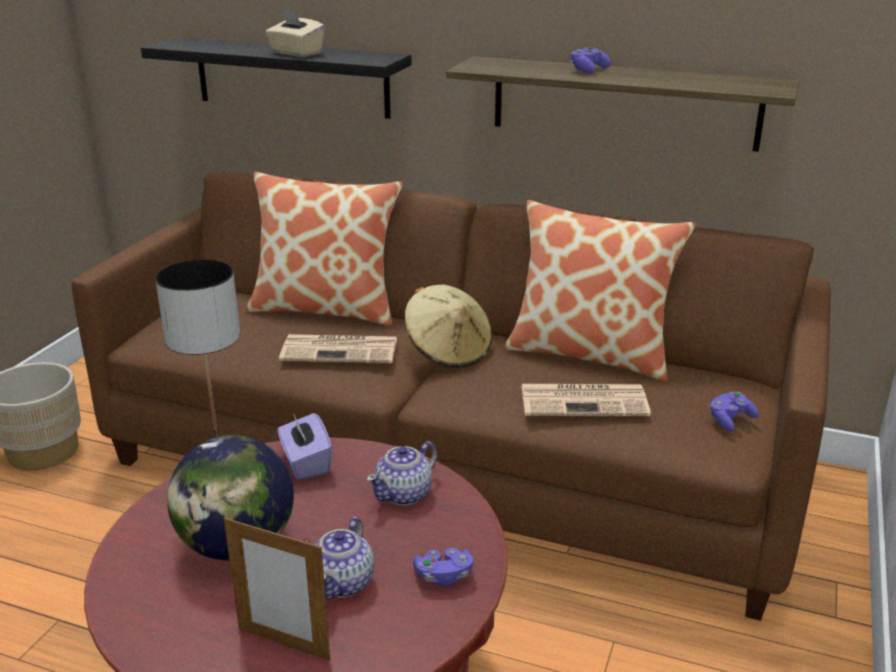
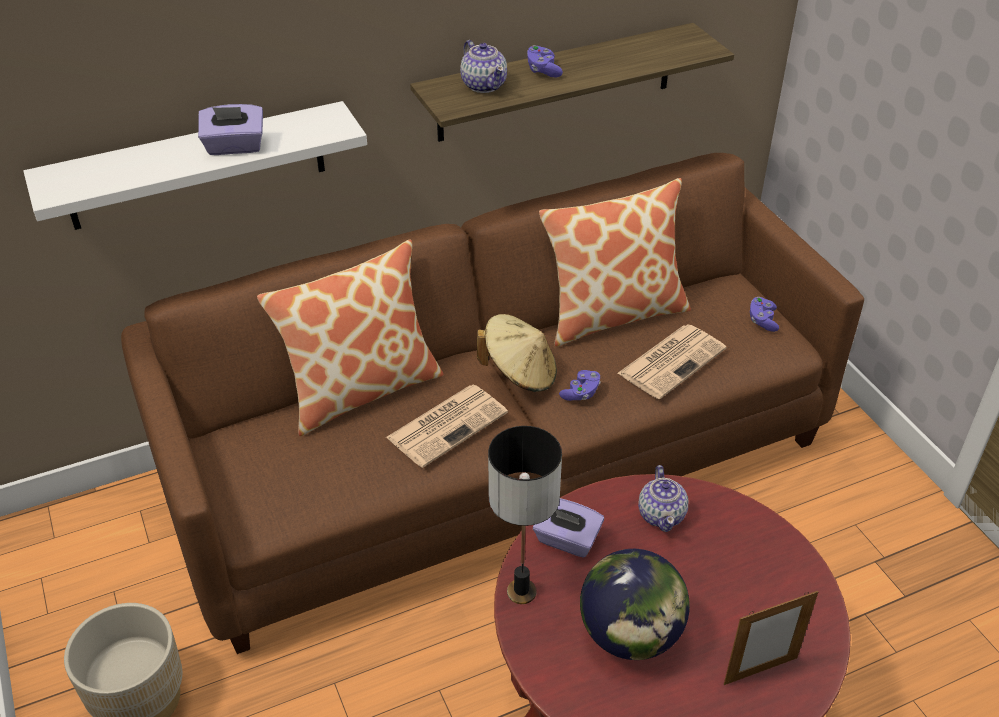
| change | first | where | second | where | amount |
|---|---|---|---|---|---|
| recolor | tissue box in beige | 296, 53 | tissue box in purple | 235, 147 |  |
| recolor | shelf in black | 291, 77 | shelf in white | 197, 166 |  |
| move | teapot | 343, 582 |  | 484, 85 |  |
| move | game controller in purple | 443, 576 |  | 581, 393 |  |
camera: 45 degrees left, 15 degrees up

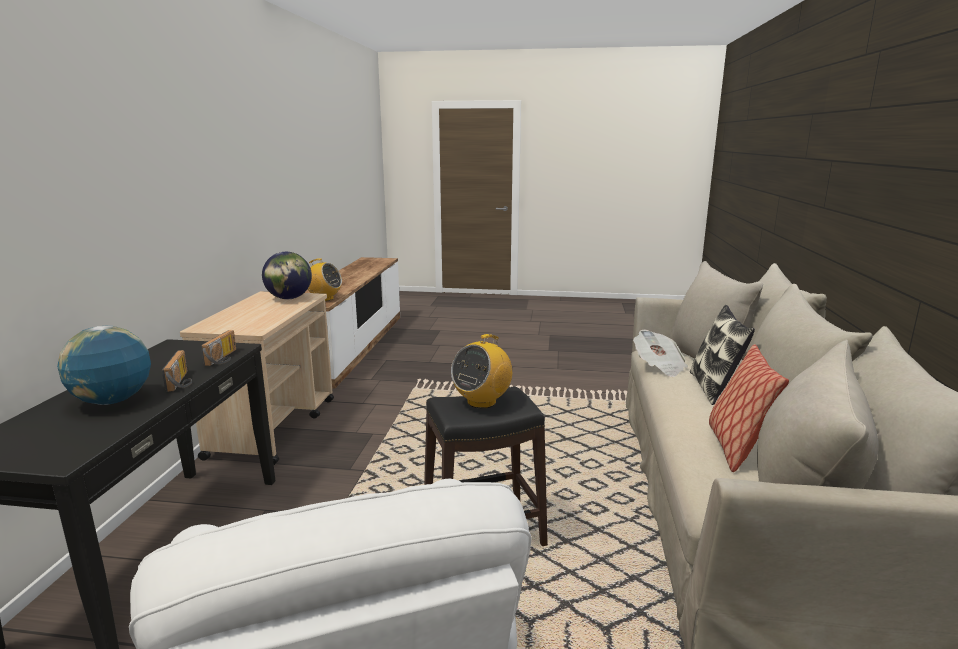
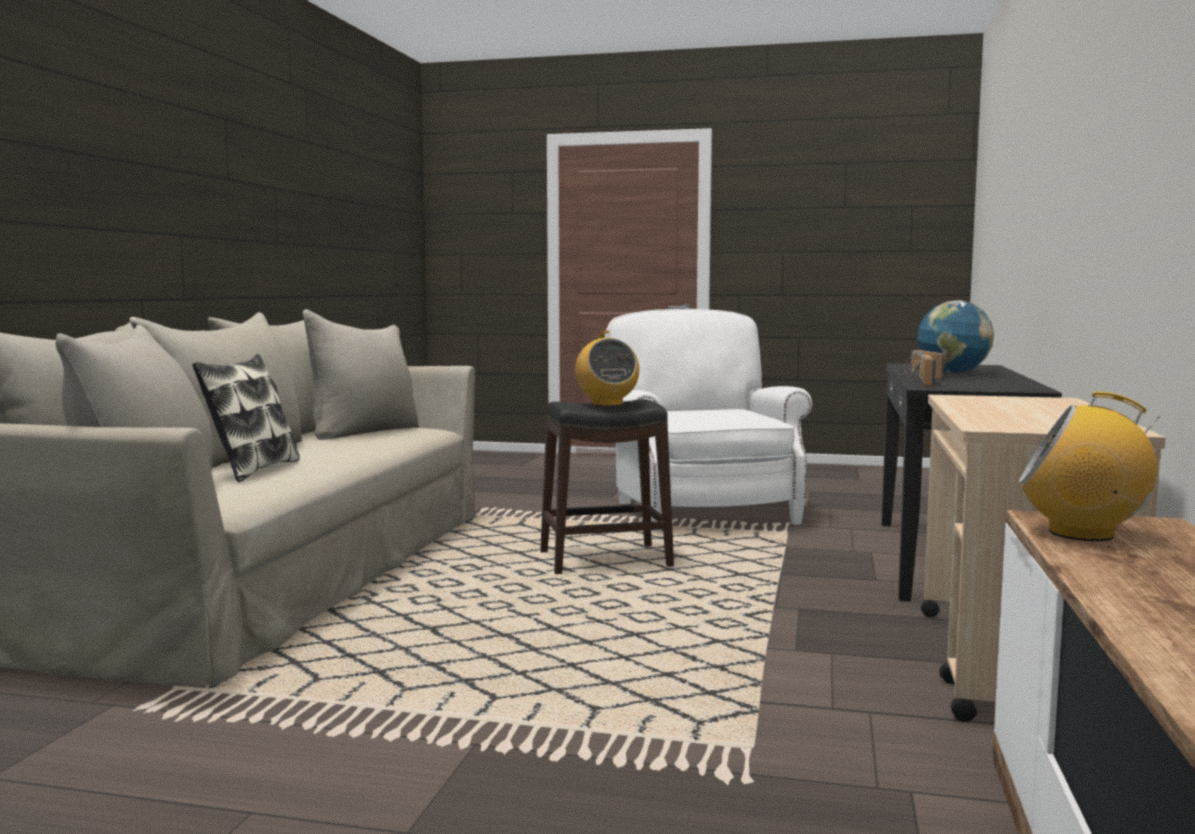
| change | first | where | second | where | amount |
|---|---|---|---|---|---|
| delete | globe | 289, 298 |  |  |  |
| delete | newspaper | 659, 367 |  |  |  |
| rotate | radio | 482, 402 |  | 606, 404 | 120 degrees clockwise |
| delete | pillow | 735, 448 |  |  |  |
camera: 175 degrees left, 10 degrees down

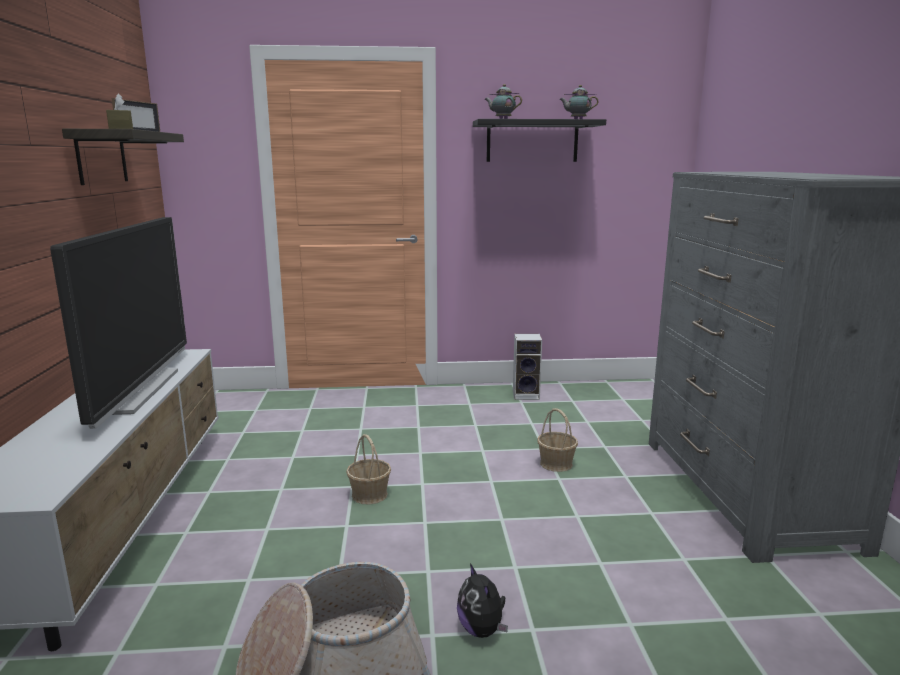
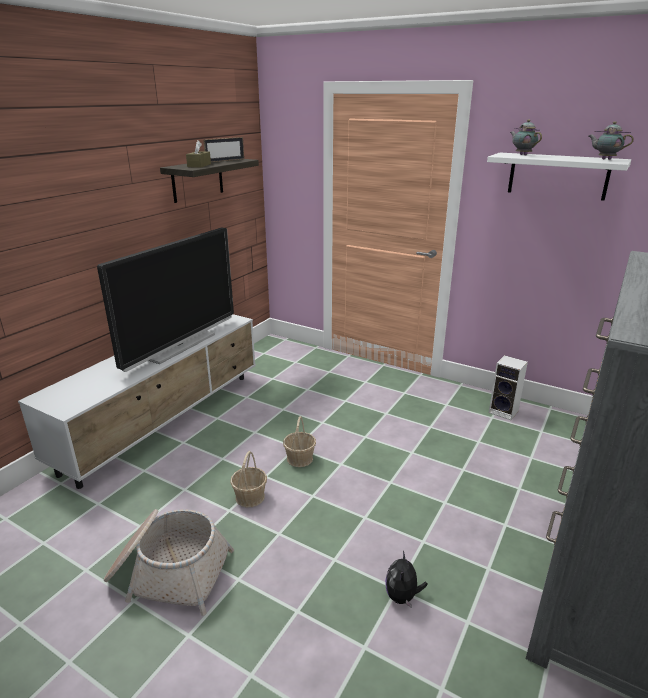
| change | first | where | second | where | amount |
|---|---|---|---|---|---|
| recolor | shelf in black | 532, 141 | shelf in white | 558, 176 |  |
| move | basket | 556, 463 |  | 250, 497 |  |
| move | plush toy | 482, 629 |  | 402, 596 |  |
camera: 35 degrees right, 10 degrees up

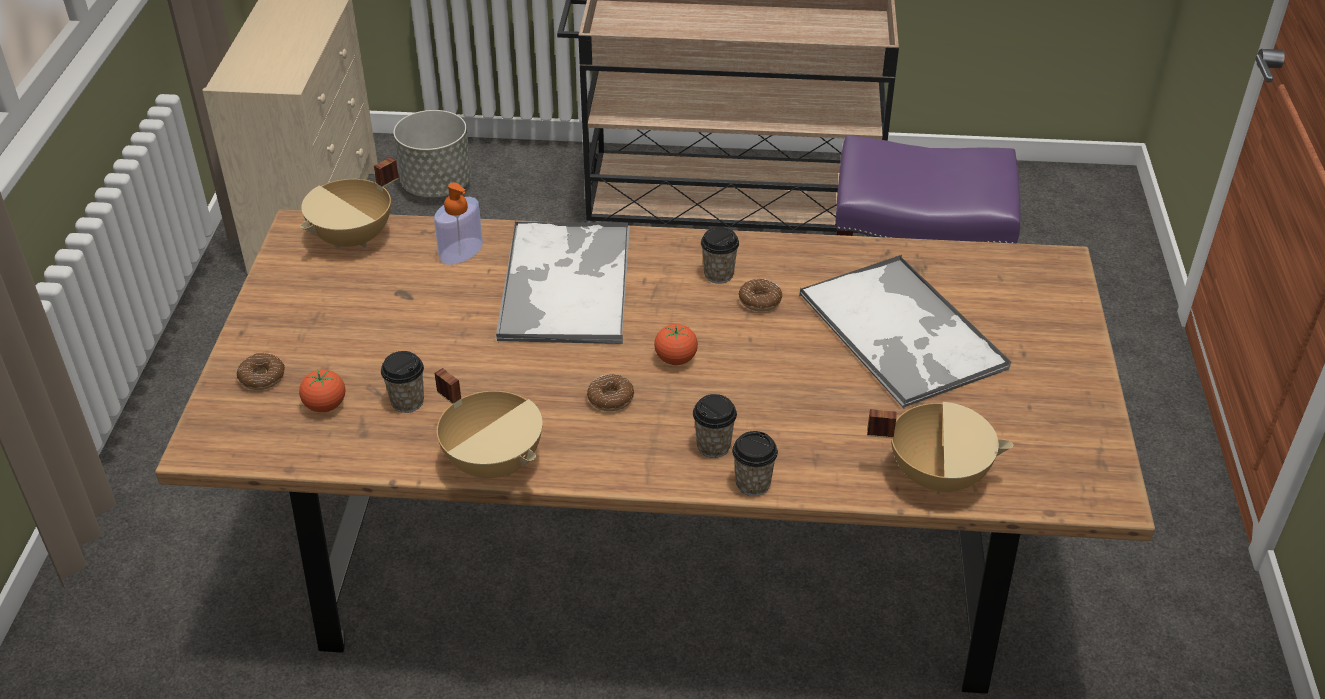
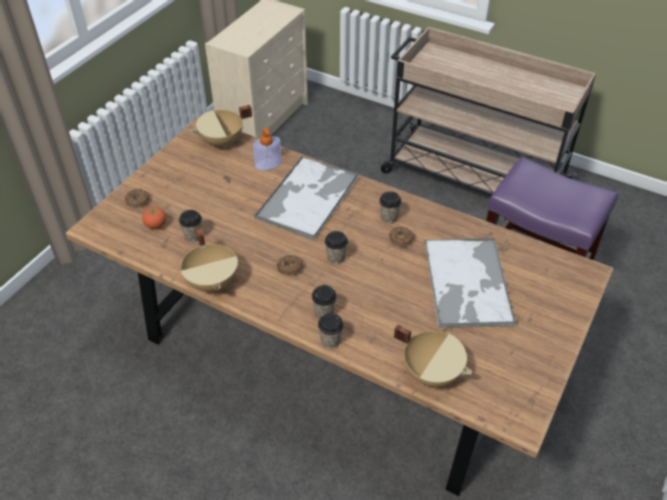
| change | first | where | second | where | amount |
|---|---|---|---|---|---|
| delete | planter in grey | 437, 186 |  |  |  |
| replace | tomato | 675, 359 | cup | 336, 257 |  |
camera: 25 degrees right, 5 degrees up

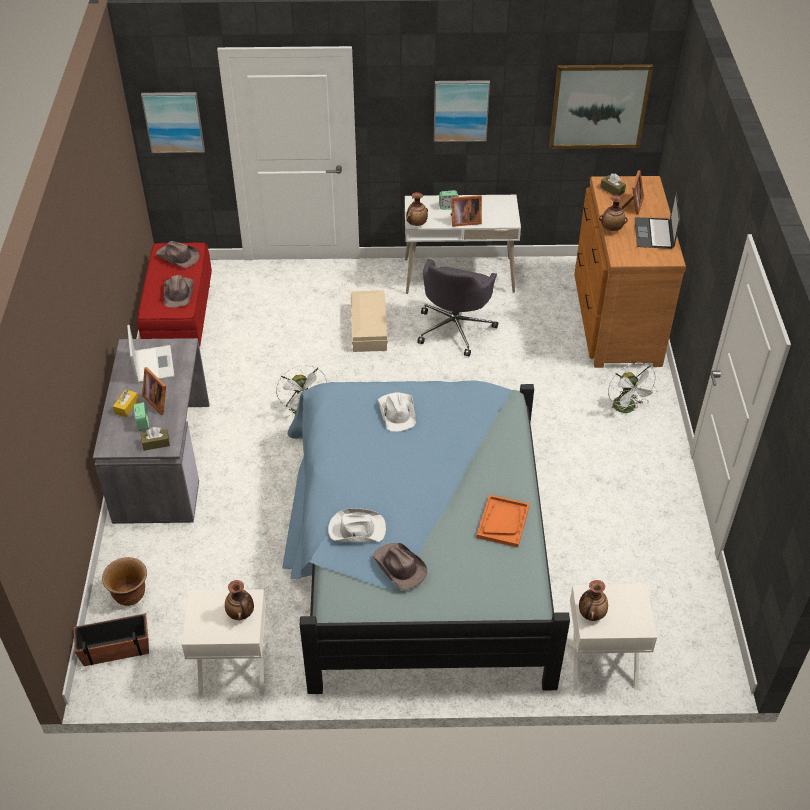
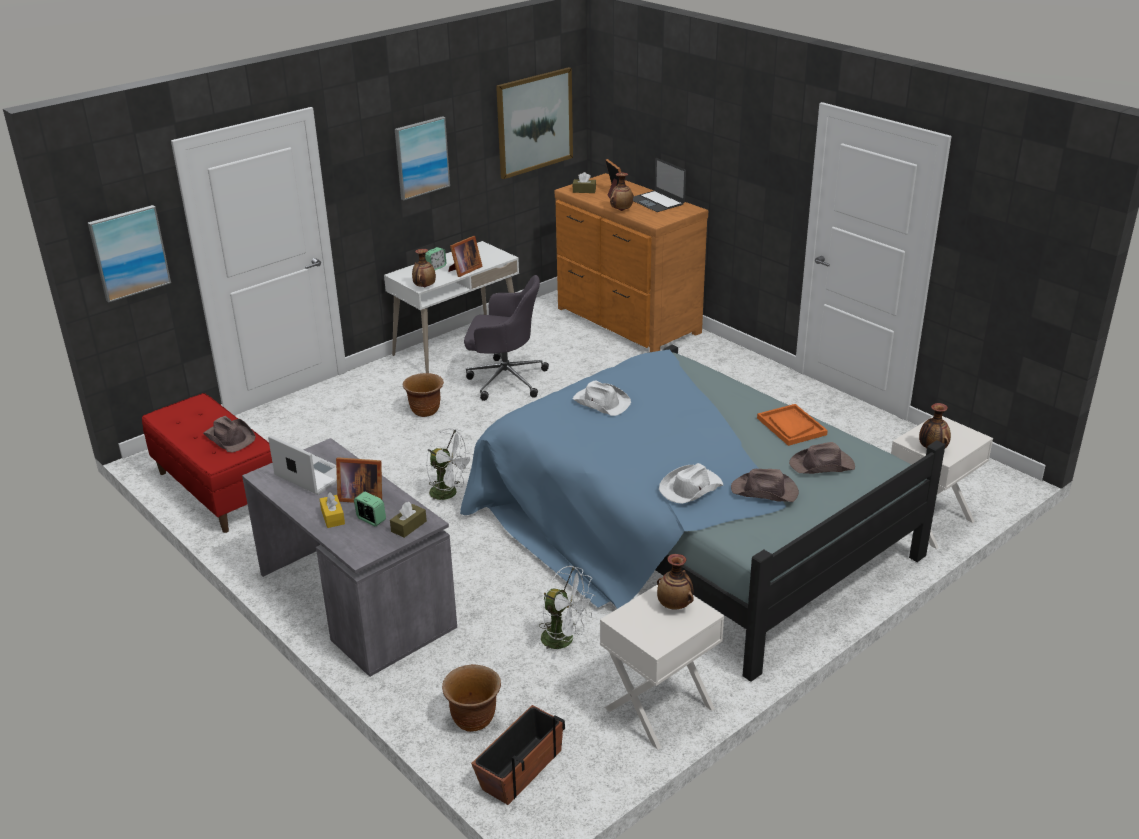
| change | first | where | second | where | amount |
|---|---|---|---|---|---|
| move | hat in brown | 178, 257 |  | 822, 465 |  |
| rotate | office chair in grey | 455, 328 |  | 505, 379 | 60 degrees counterclockwise |
| replace | storage box in beige | 369, 327 | planter in brown | 425, 411 |  |
| move | fan in white | 627, 408 |  | 564, 640 |  |
camera: 40 degrees left, 15 degrees down

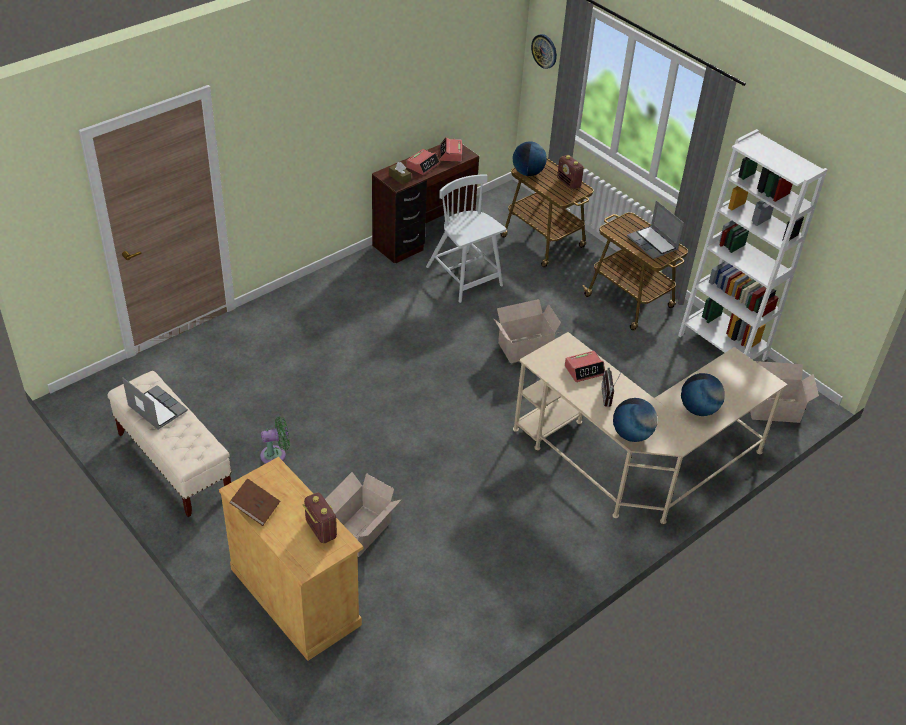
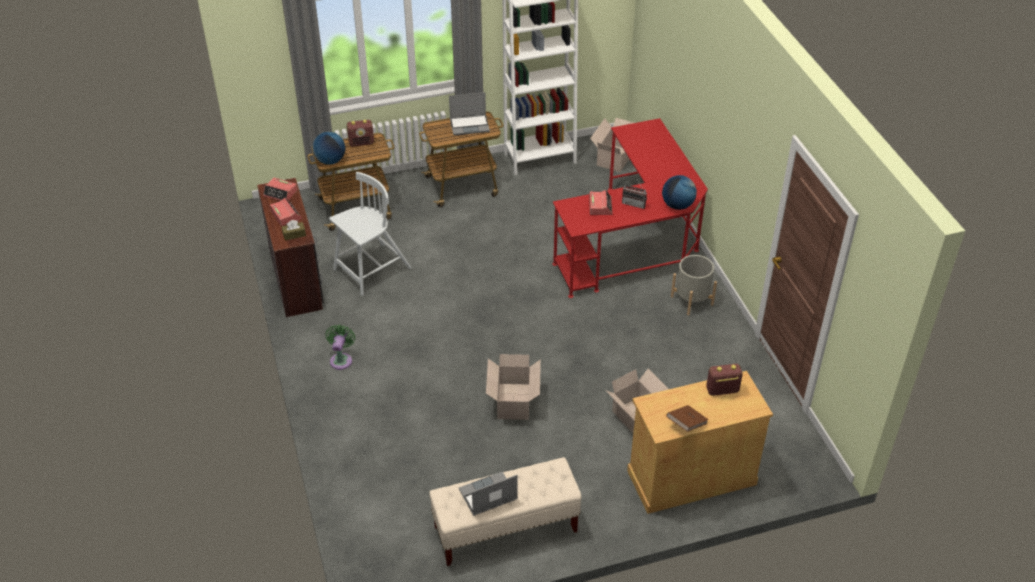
| change | first | where | second | where | amount |
|---|---|---|---|---|---|
| delete | wall clock | 544, 51 |  |  |  |
| rotate | chair in white | 465, 277 |  | 371, 270 | 150 degrees clockwise |
| move | cardboard box | 523, 348 |  | 513, 403 |  |
| recolor | desk in beige | 637, 461 | desk in red | 634, 242 |  |
| delete | globe | 698, 409 |  |  |  |
| move | fan in green | 276, 455 |  | 341, 359 |  |
| insert |  |  | planter in grey | 692, 300 |  |
camera: 65 degrees left, 0 degrees up

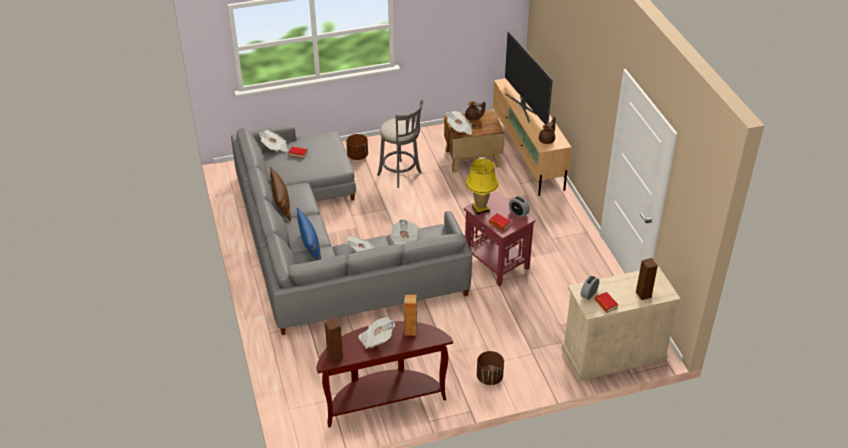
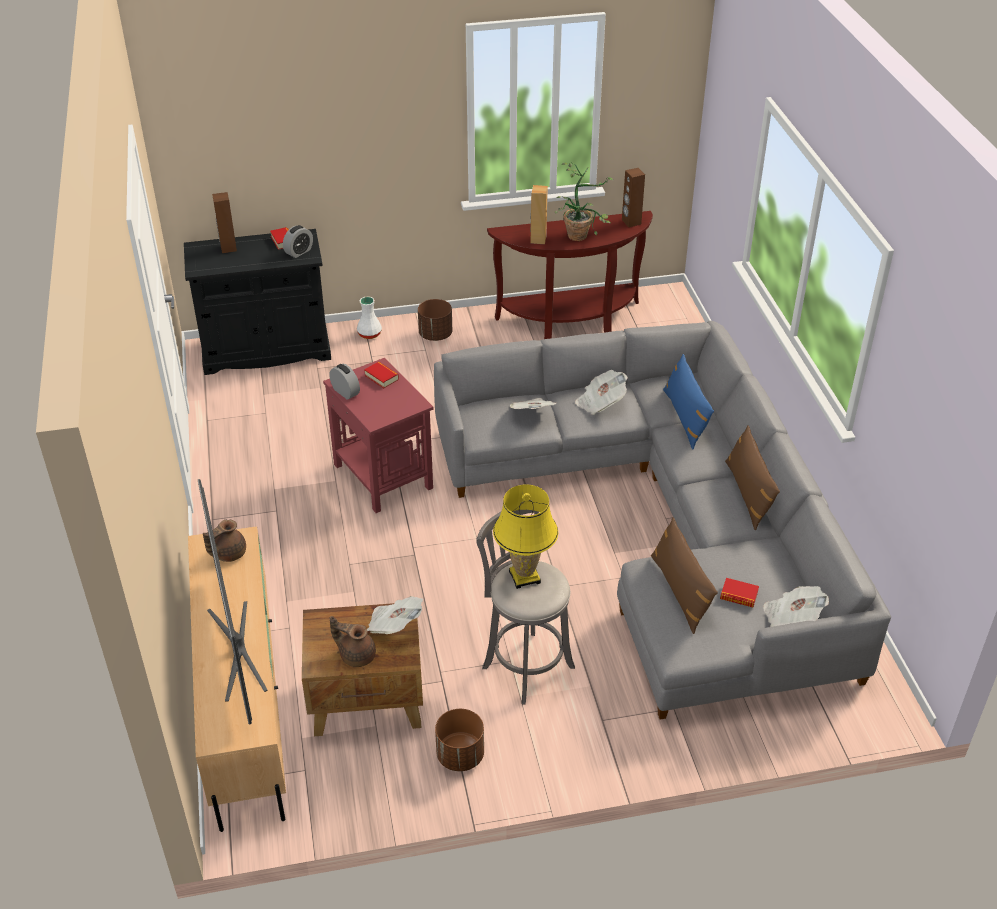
| change | first | where | second | where | amount |
|---|---|---|---|---|---|
| move | planter in brown | 357, 156 |  | 460, 756 |  |
| move | table lamp in yellow | 481, 208 |  | 524, 577 |  |
| recolor | cabinet in beige | 613, 354 | cabinet in black | 266, 350 |  |
| replace | newspaper | 376, 339 | potted plant | 581, 234 |  |
| insert |  |  | vase in white | 370, 334 |  |
| insert |  |  | pillow in brown | 680, 591 |  |
camera: 175 degrees left, 0 degrees up

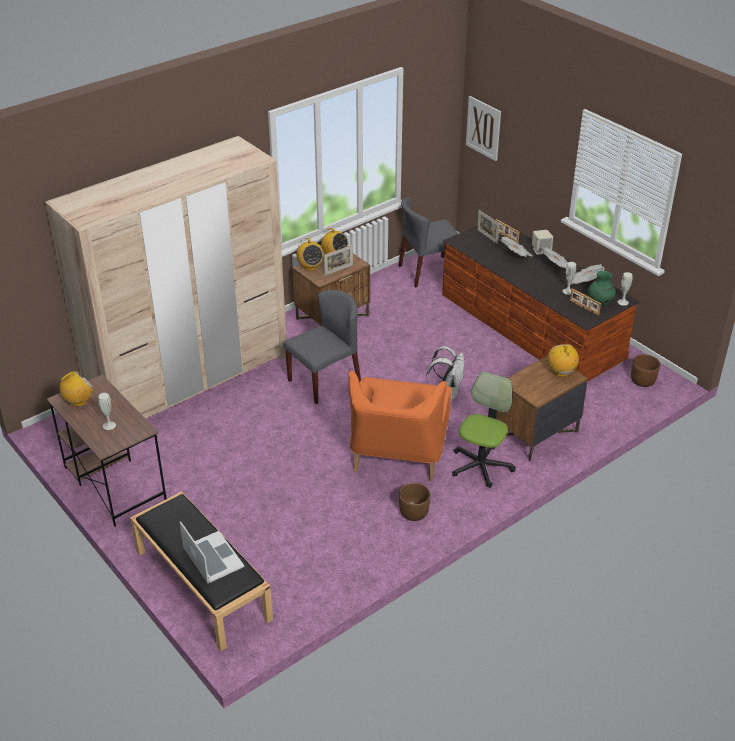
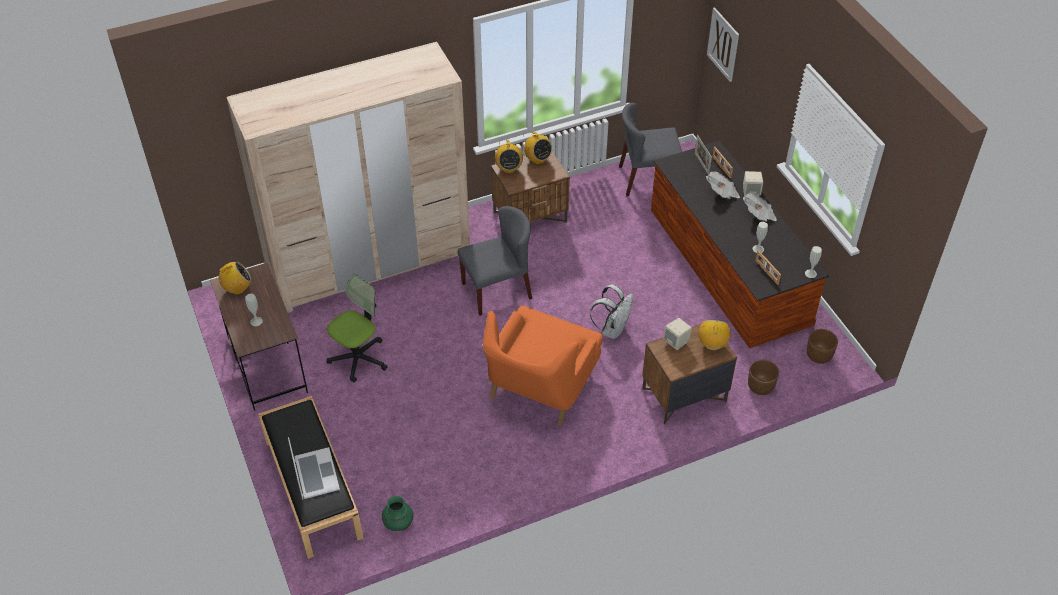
| change | first | where | second | where | amount |
|---|---|---|---|---|---|
| delete | picture frame | 338, 270 |  |  |  |
| delete | newspaper | 584, 282 |  |  |  |
| move | vase in green | 599, 302 |  | 398, 523 |  |
| move | office chair | 481, 466 |  | 358, 358 |  |
| move | planter in brown | 414, 513 |  | 760, 387 |  |
| insert |  |  | speaker in beige | 676, 342 |  |
camera: 15 degrees right, 10 degrees up

